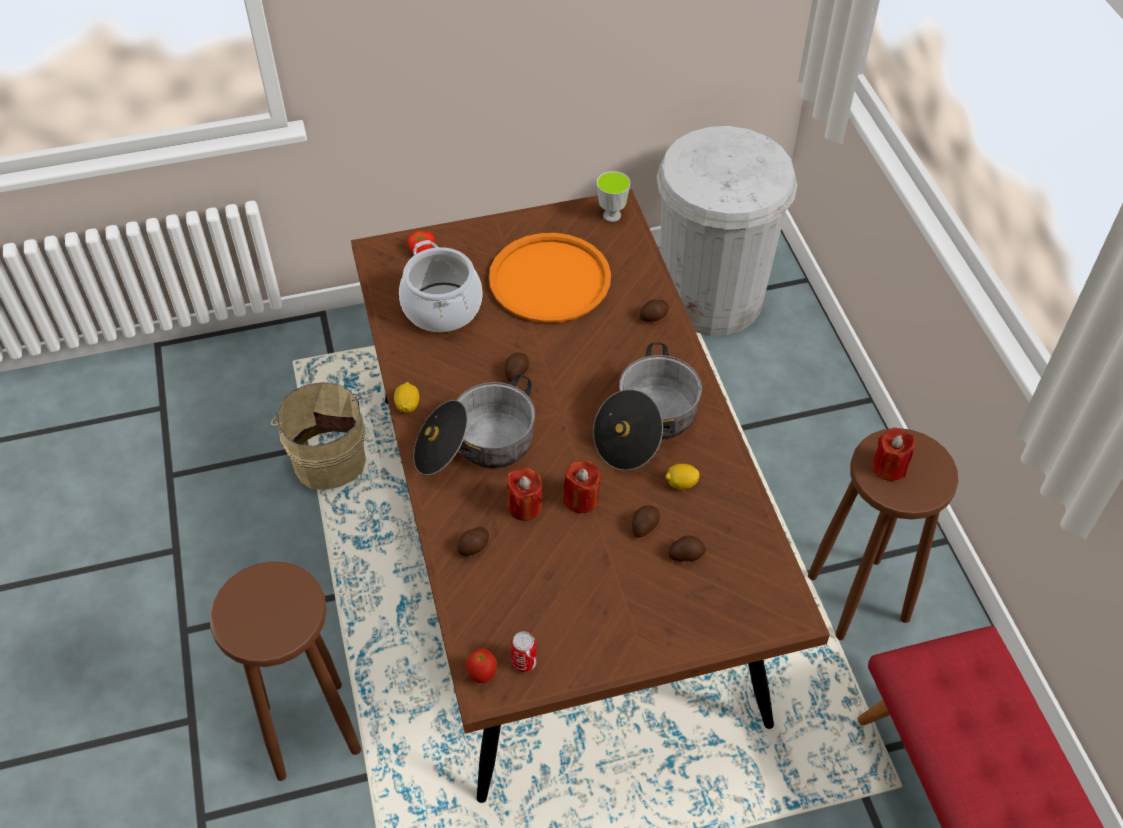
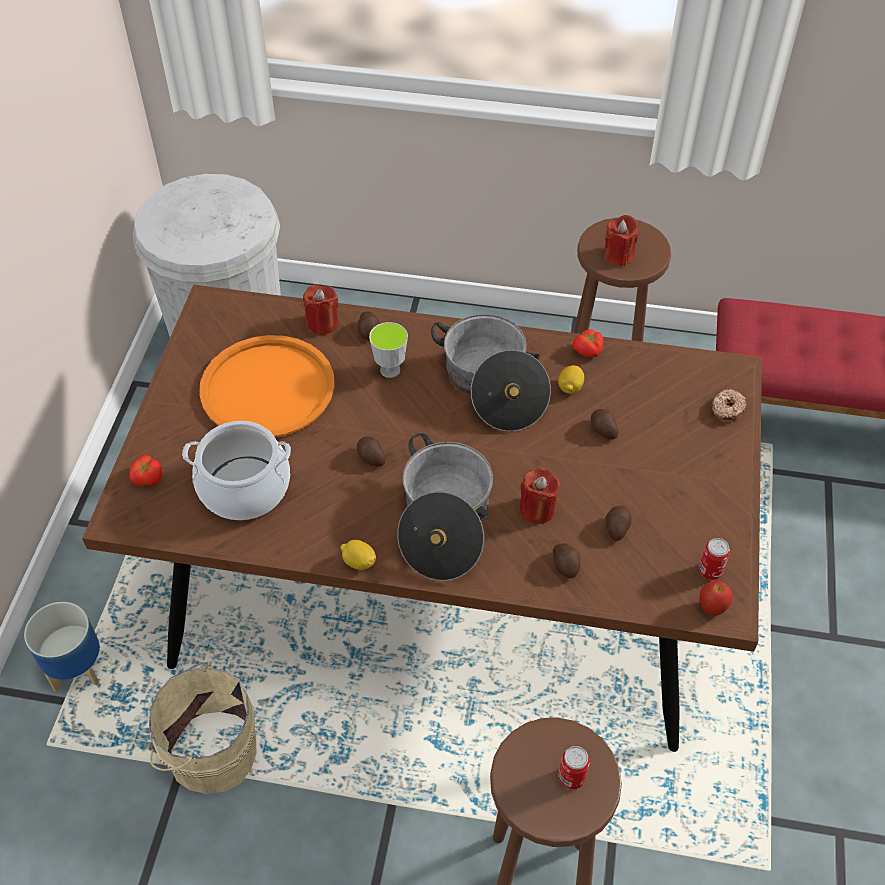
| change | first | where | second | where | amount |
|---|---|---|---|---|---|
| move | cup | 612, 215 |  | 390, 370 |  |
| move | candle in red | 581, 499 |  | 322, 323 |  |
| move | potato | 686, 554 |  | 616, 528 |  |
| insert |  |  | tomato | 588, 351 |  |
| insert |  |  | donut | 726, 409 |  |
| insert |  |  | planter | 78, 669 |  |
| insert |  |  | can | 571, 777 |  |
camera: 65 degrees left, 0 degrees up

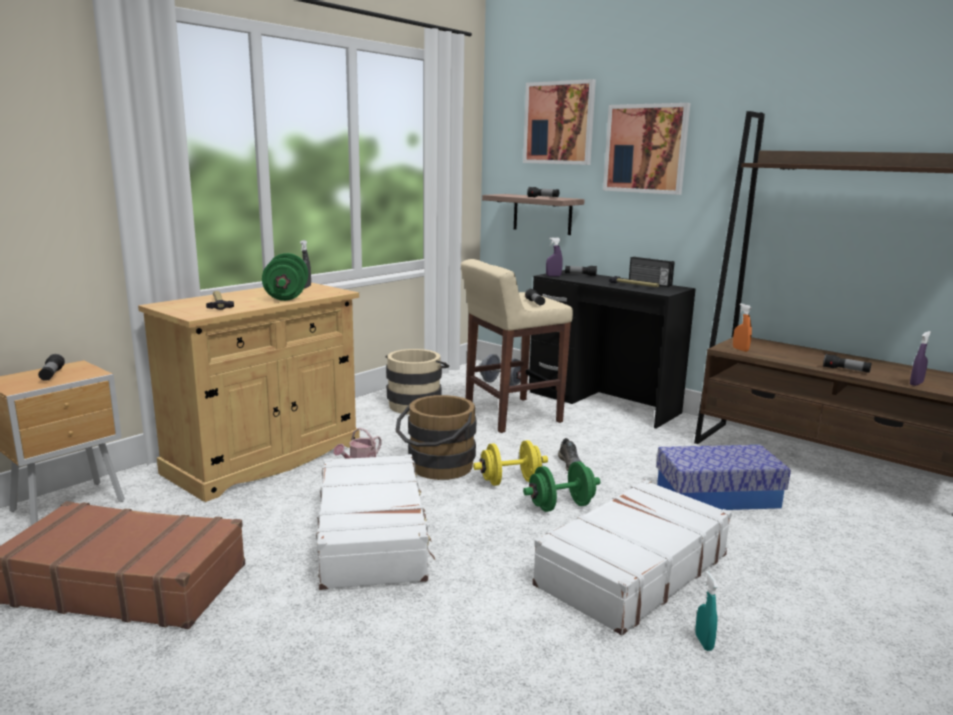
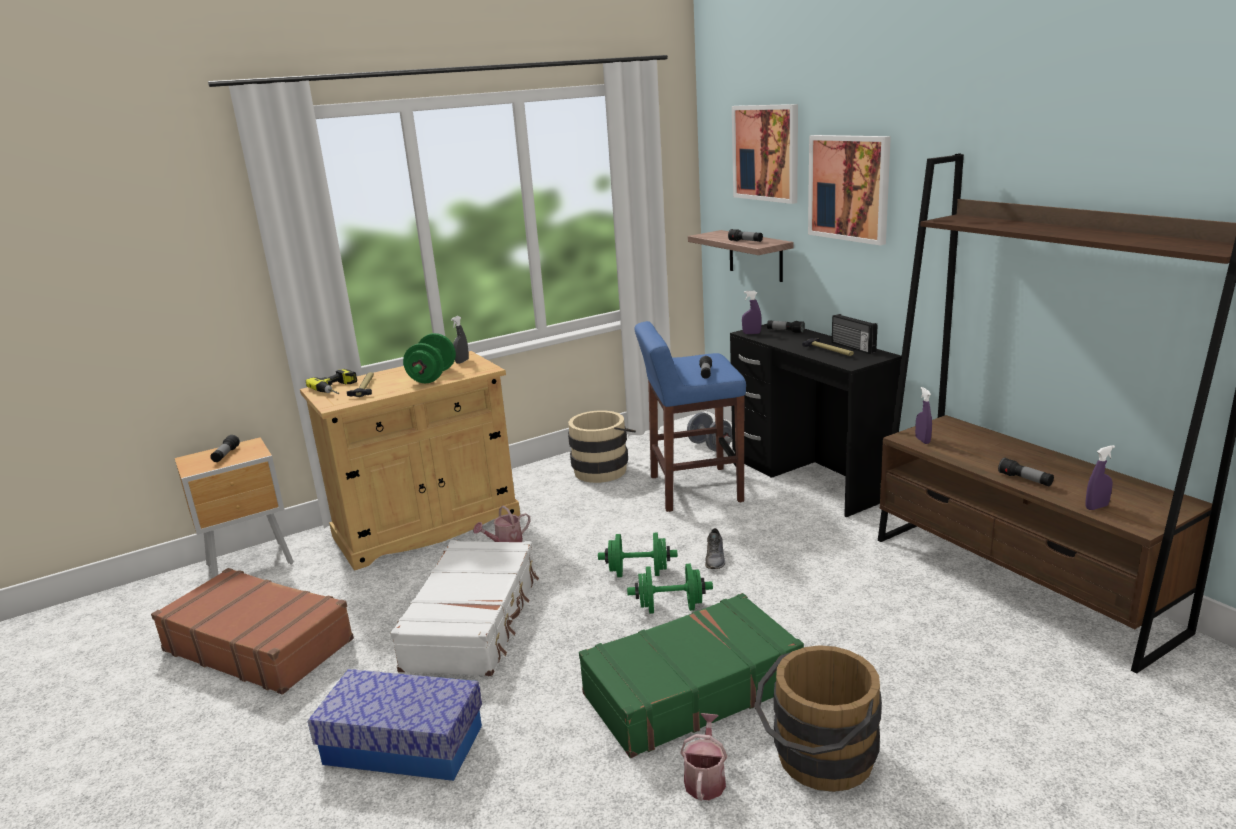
| change | first | where | second | where | amount |
|---|---|---|---|---|---|
| recolor | stool in beige | 511, 415 | stool in blue | 693, 489 |  |
| recolor | spray bottle in orange | 740, 349 | spray bottle in purple | 922, 440 |  |
| move | bucket in brown | 437, 468 |  | 818, 761 |  |
| recolor | dumbbell in yellow | 510, 481 | dumbbell in green | 638, 573 |  |
| move | storage box | 717, 496 |  | 403, 745 |  |
| recolor | suitcase in white | 631, 570 | suitcase in green | 690, 689 |  |
| replace | spray bottle in turquoise | 704, 642 | watering can | 705, 778 |  |
| insert |  |  | power drill | 339, 388 |  |
camera: 20 degrees right, 5 degrees up

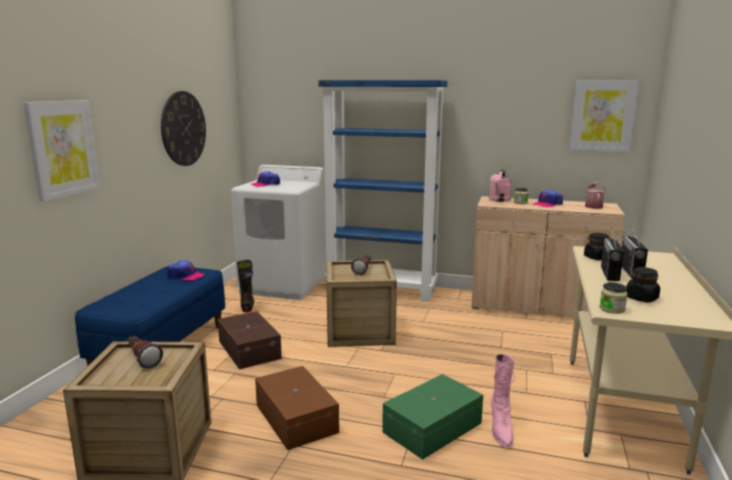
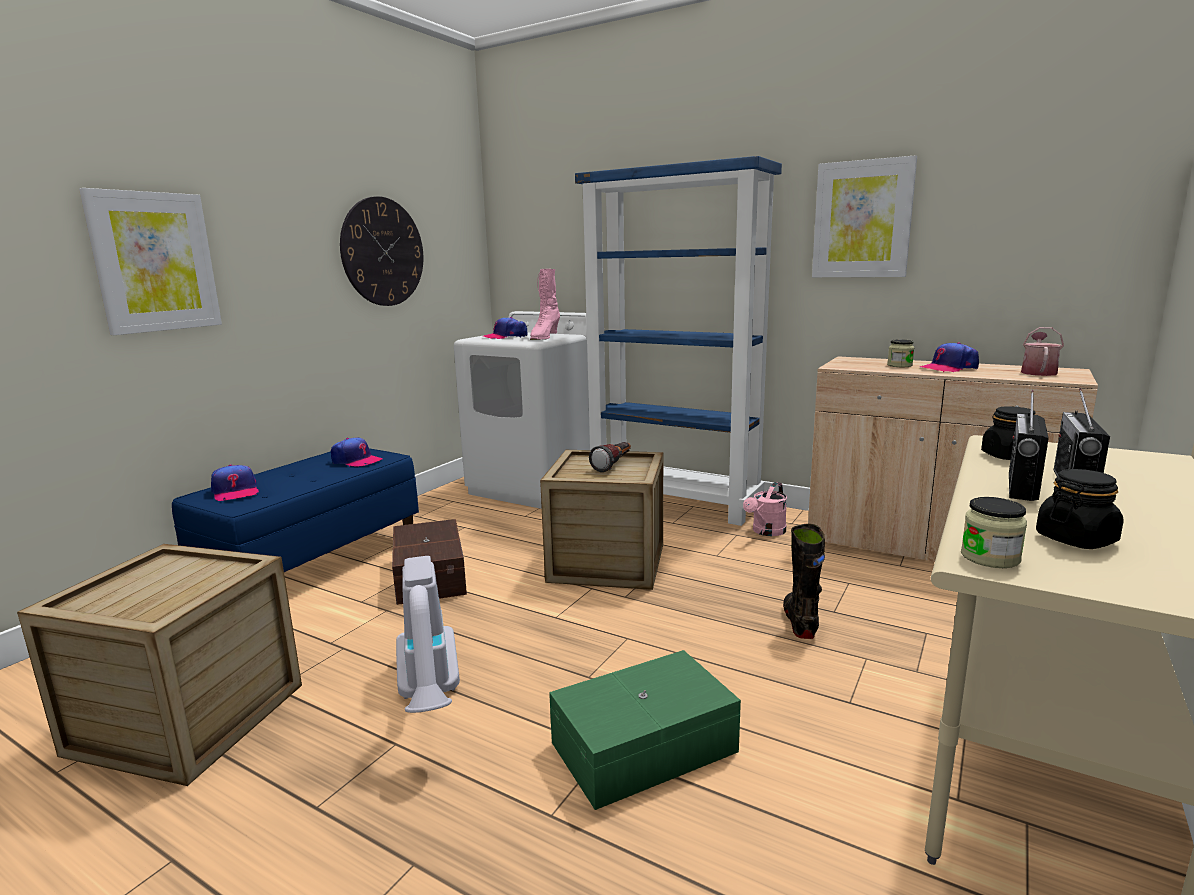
| change | first | where | second | where | amount |
|---|---|---|---|---|---|
| move | picture | 602, 115 |  | 862, 219 |  |
| move | watering can in pink | 498, 200 |  | 766, 532 |  |
| move | boot in black | 247, 306 |  | 800, 622 |  |
| delete | flashlight | 142, 359 |  |  |  |
| move | boot in pink | 501, 429 |  | 544, 338 |  |
| replace | storage box in brown | 297, 417 | vacuum cleaner | 431, 695 |  |
| insert |  |  | cap | 235, 492 |  |
camera: 15 degrees right, 0 degrees up

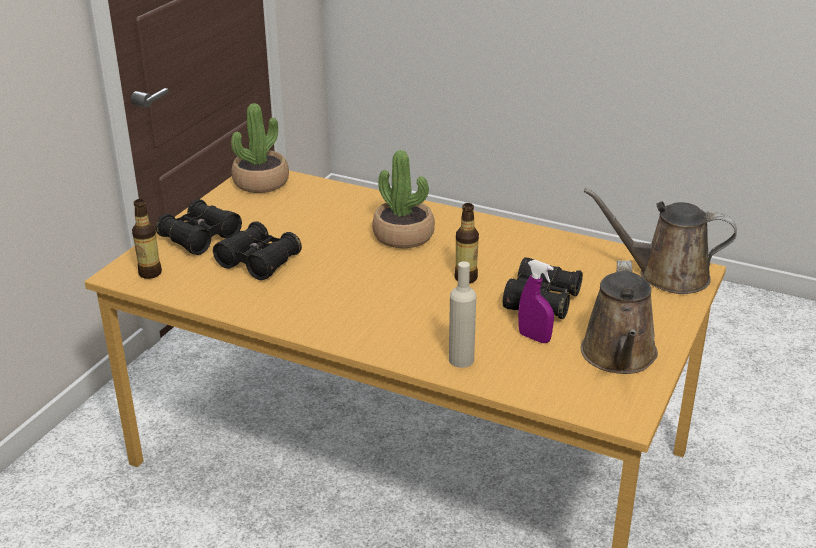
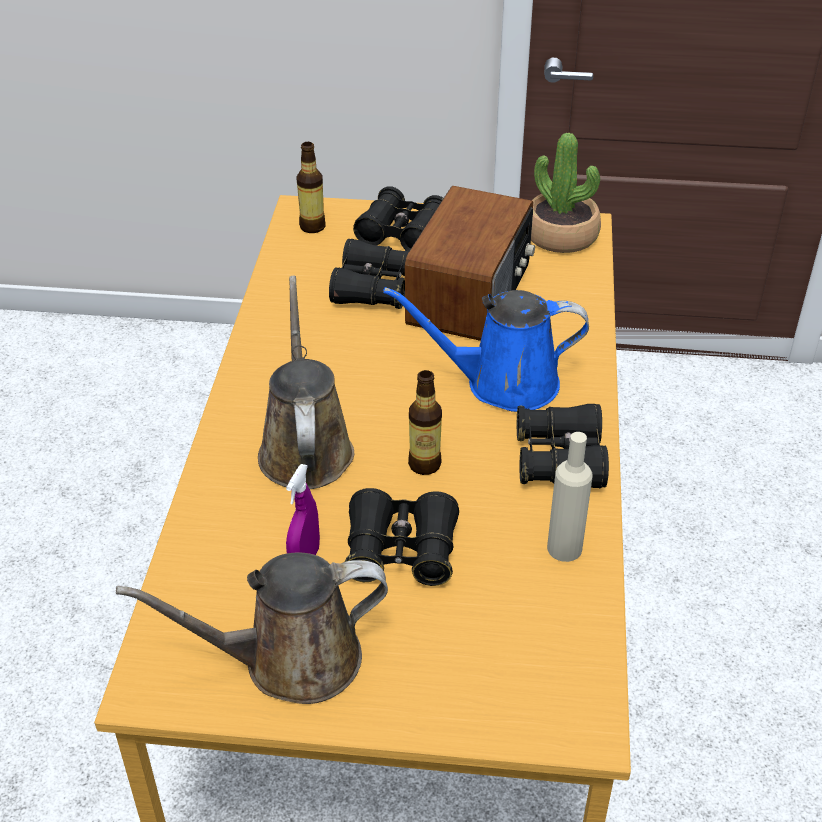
| change | first | where | second | where | amount |
|---|---|---|---|---|---|
| replace | potted plant | 403, 236 | watering can in blue | 502, 383 |  |
| move | watering can in brown | 666, 275 |  | 305, 447 |  |
| move | bottle in beige | 461, 360 |  | 564, 548 |  |
| insert |  |  | radio | 471, 295 |  |
| insert |  |  | binoculars in black | 560, 459 |  |
camera: 70 degrees right, 10 degrees up

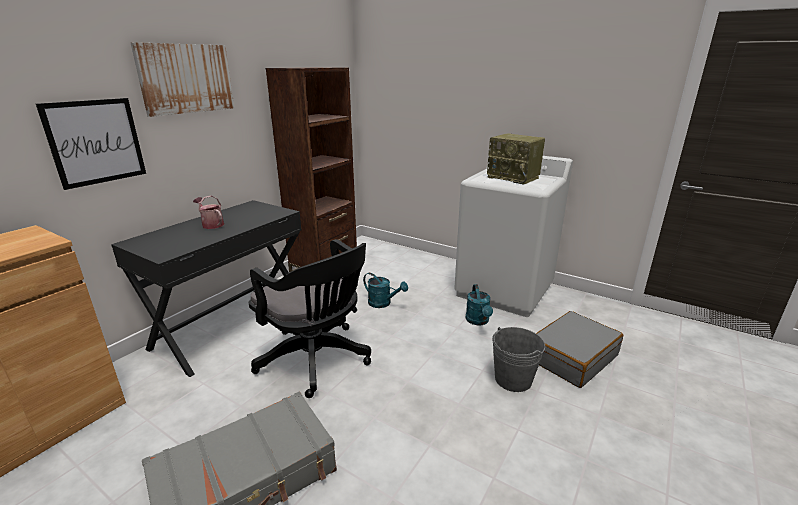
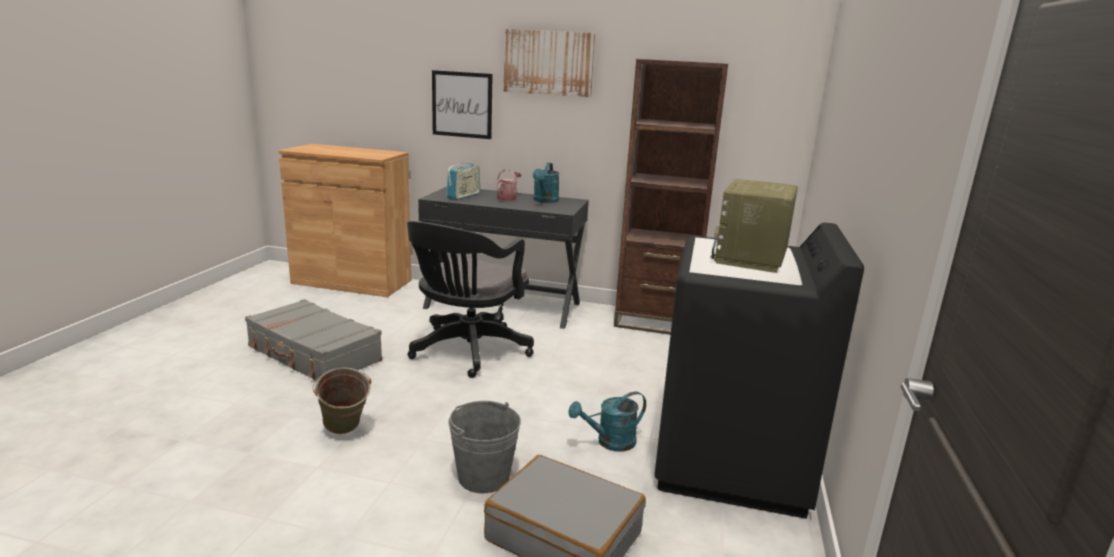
| change | first | where | second | where | amount |
|---|---|---|---|---|---|
| recolor | washing machine in white | 504, 290 | washing machine in black | 731, 463 |  |
| move | watering can in turquoise | 383, 303 |  | 545, 201 |  |
| insert |  |  | radio | 463, 196 |  |
| insert |  |  | bucket in green | 344, 432 |  |
camera: 70 degrees right, 5 degrees down

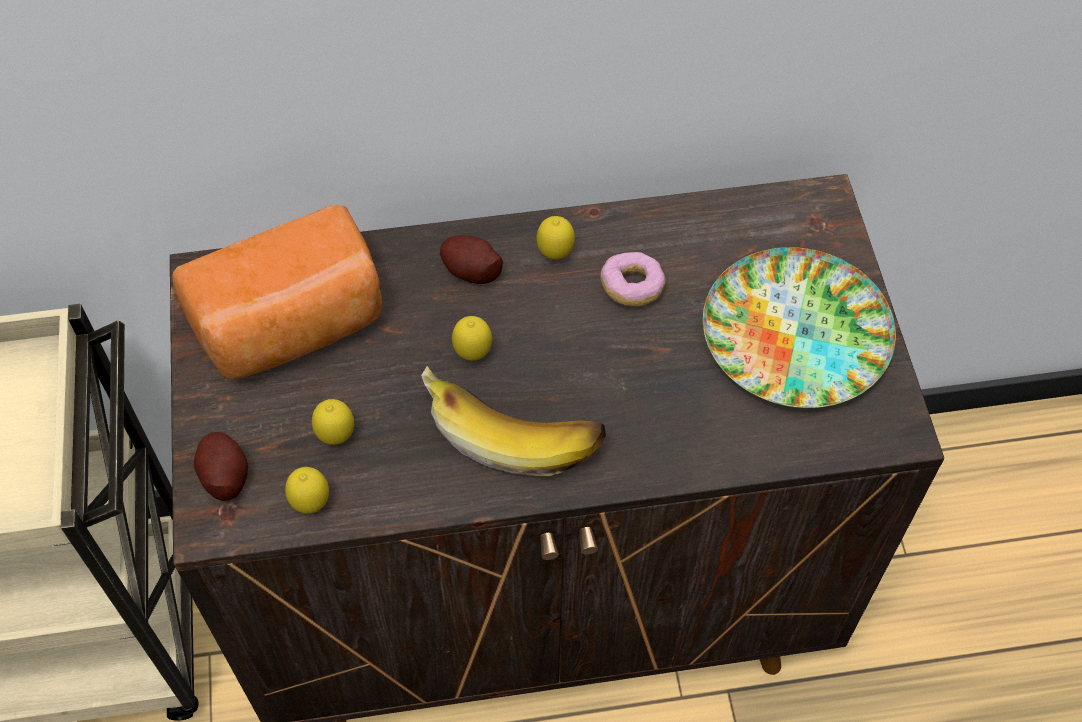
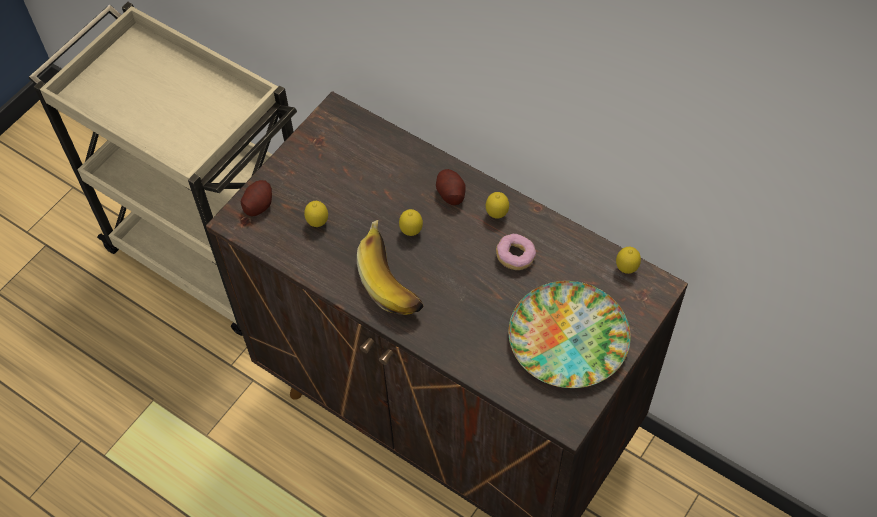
| change | first | where | second | where | amount |
|---|---|---|---|---|---|
| delete | bread | 293, 327 |  |  |  |
| move | lemon | 311, 504 |  | 626, 269 |  |
camera: 45 degrees right, 0 degrees up

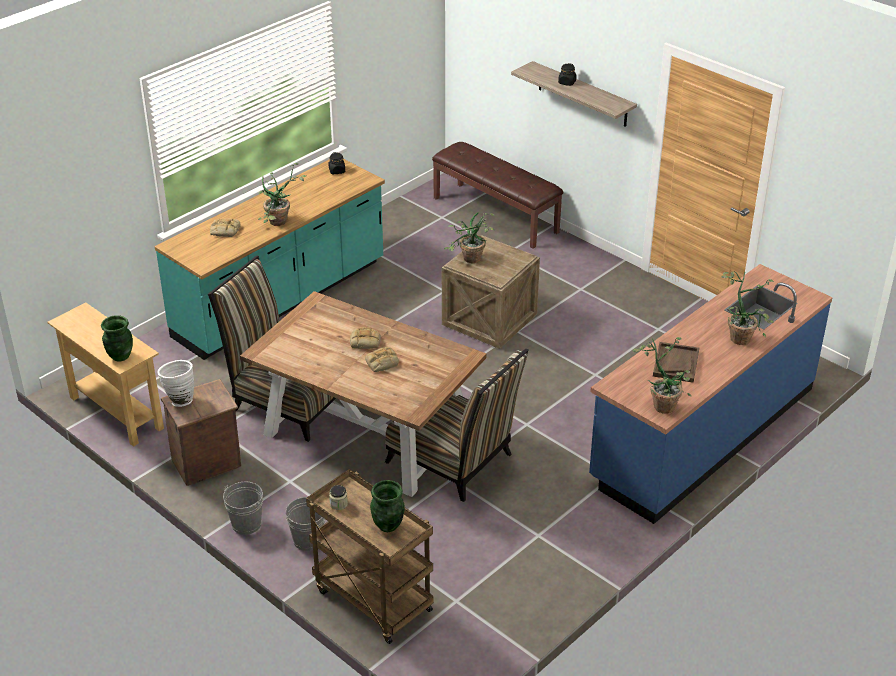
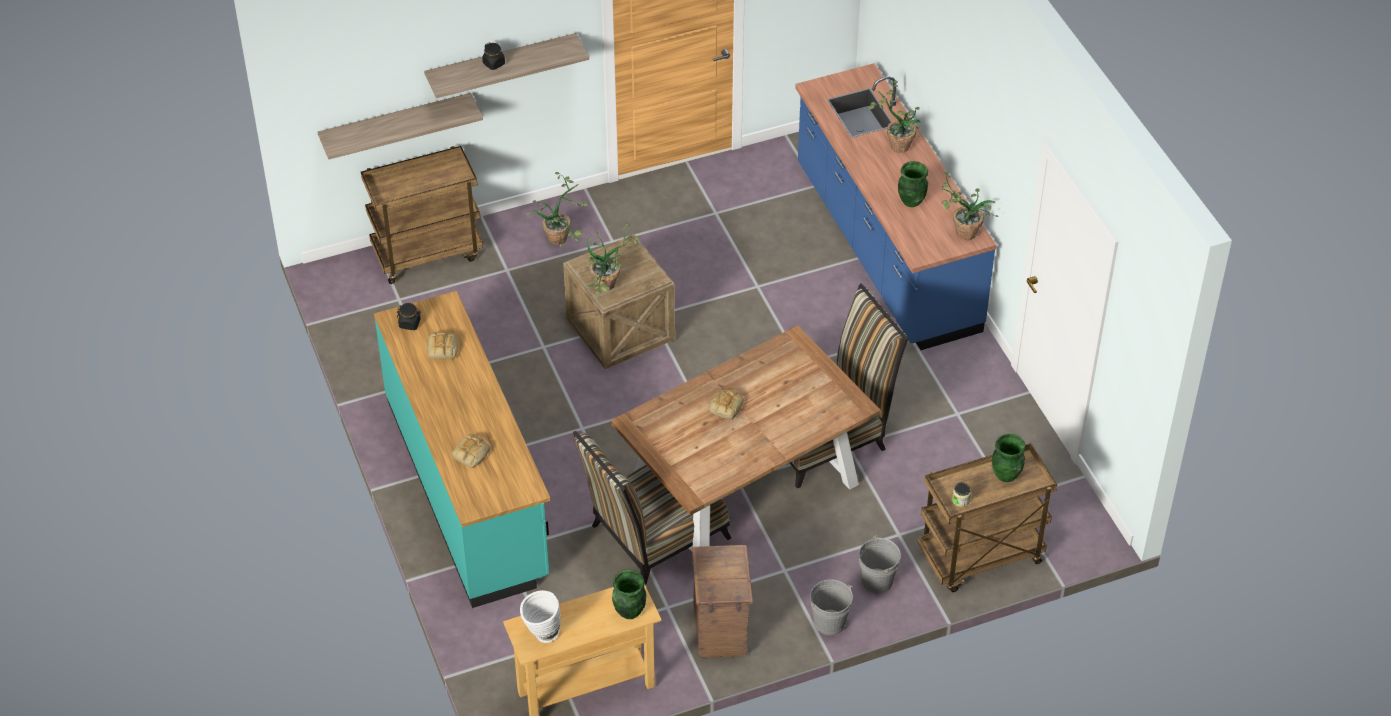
| change | first | where | second | where | amount |
|---|---|---|---|---|---|
| replace | bench in brown | 496, 215 | cart in brown | 428, 253 |  |
| move | potted plant | 280, 223 |  | 563, 238 |  |
| replace | tray in brown | 675, 363 | vase in green | 911, 201 |  |
| move | bread | 381, 363 |  | 443, 348 |  |
| move | vase in white | 179, 399 |  | 541, 635 |  |
| insert |  |  | shelf | 396, 124 |  |
camera: 65 degrees left, 10 degrees up

